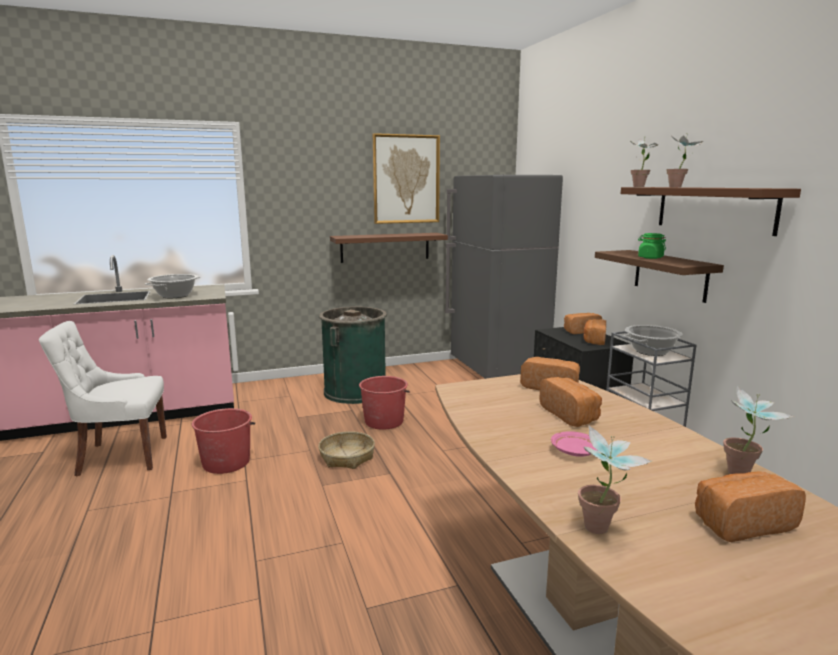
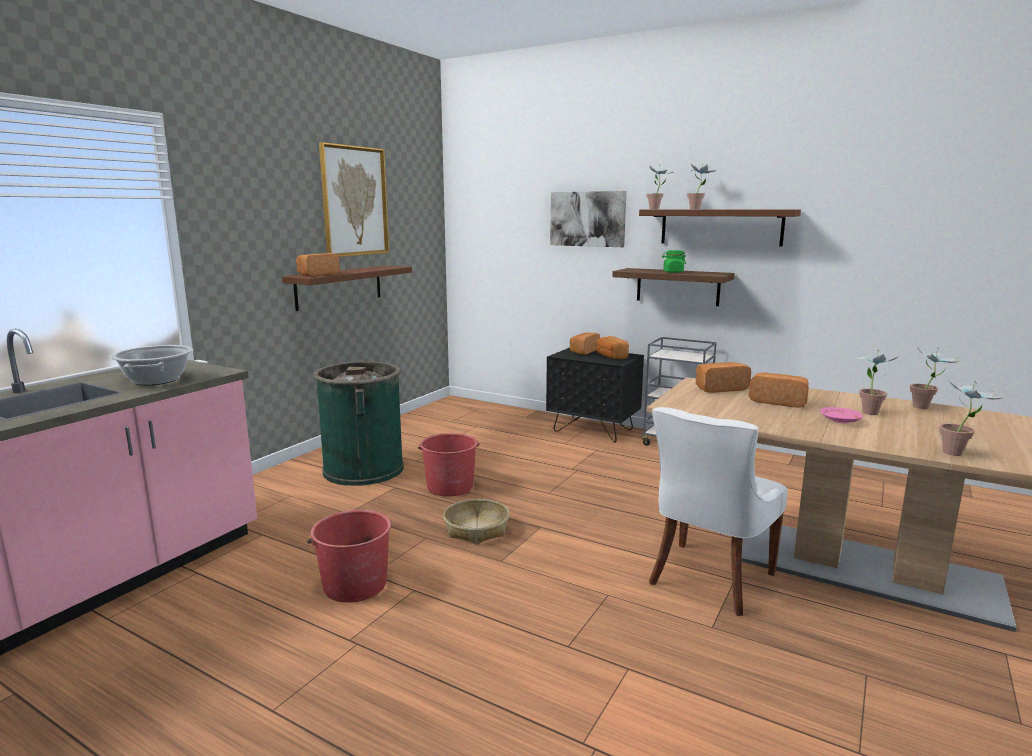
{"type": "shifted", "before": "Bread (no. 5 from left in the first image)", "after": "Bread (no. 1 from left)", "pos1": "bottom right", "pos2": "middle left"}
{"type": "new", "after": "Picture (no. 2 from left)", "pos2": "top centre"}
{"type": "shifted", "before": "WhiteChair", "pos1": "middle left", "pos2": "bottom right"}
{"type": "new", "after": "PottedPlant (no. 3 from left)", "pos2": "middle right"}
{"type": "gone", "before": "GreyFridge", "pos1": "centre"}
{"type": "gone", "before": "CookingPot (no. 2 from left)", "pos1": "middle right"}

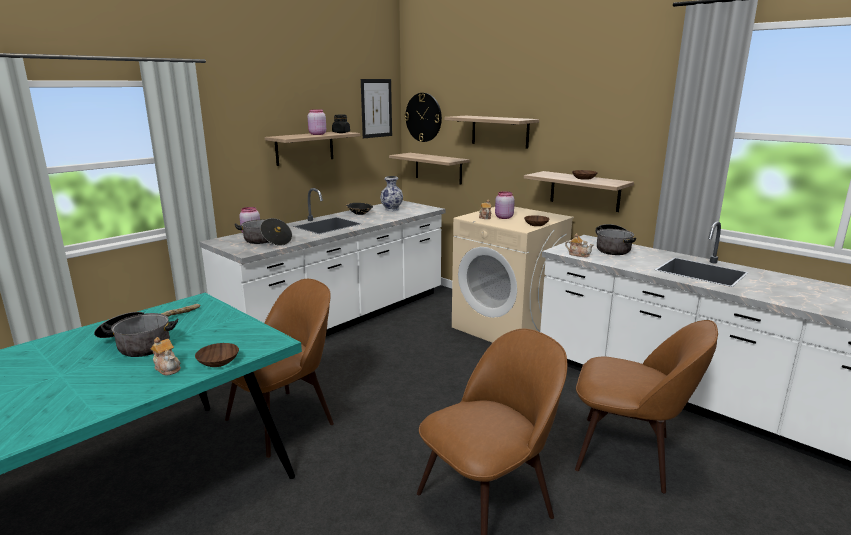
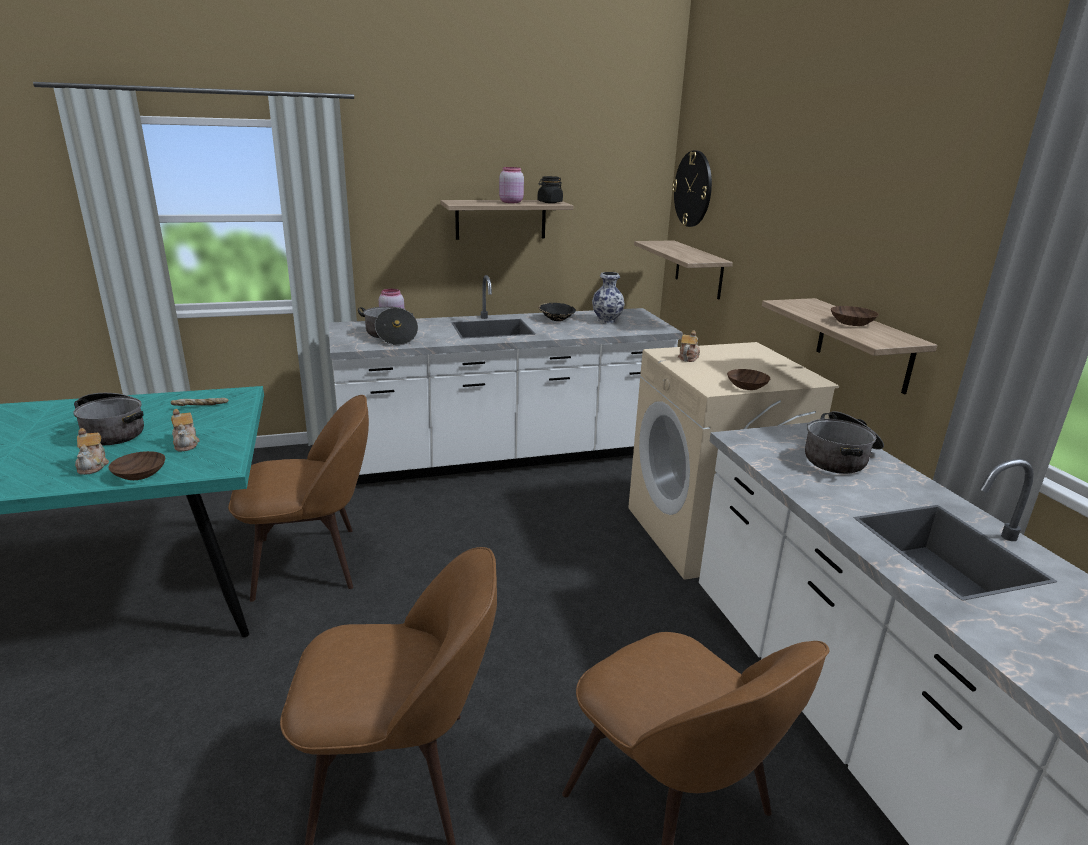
{"type": "shifted", "before": "Teapot (no. 3 from left in the first image)", "after": "Teapot (no. 2 from left)", "pos1": "middle right", "pos2": "middle left"}
{"type": "gone", "before": "Picture", "pos1": "top centre"}
{"type": "gone", "before": "Shelf (no. 3 from left)", "pos1": "top centre"}
{"type": "gone", "before": "PinkJar (no. 3 from left)", "pos1": "centre"}

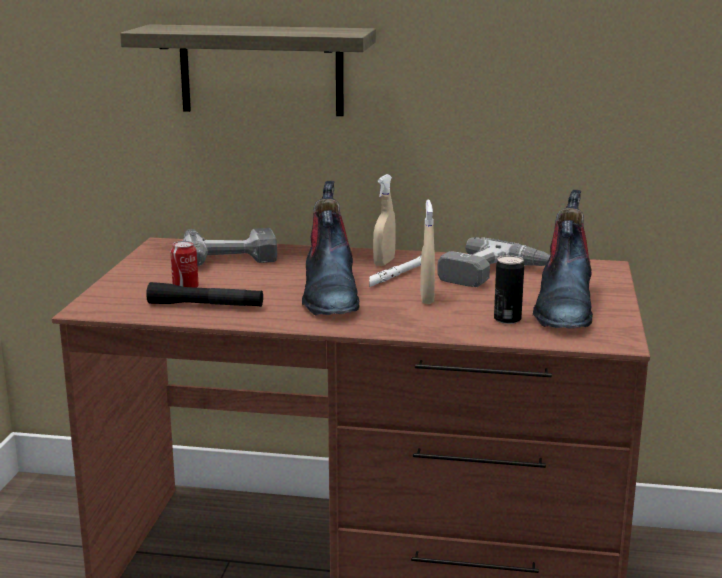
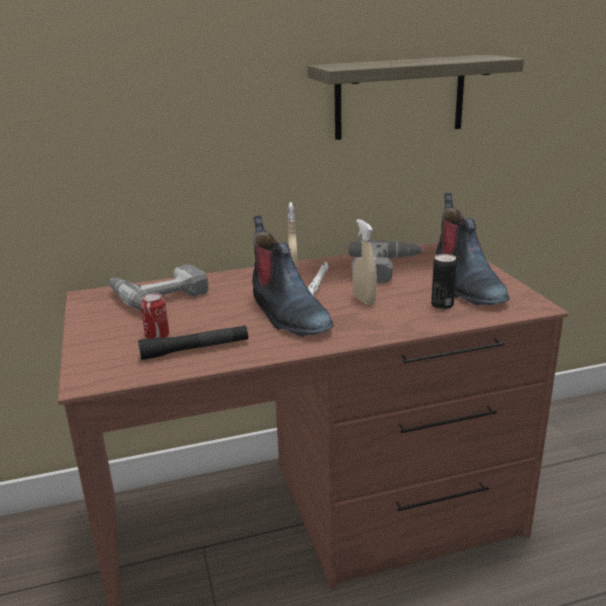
{"type": "shifted", "before": "Shelf", "pos1": "top centre", "pos2": "top right"}

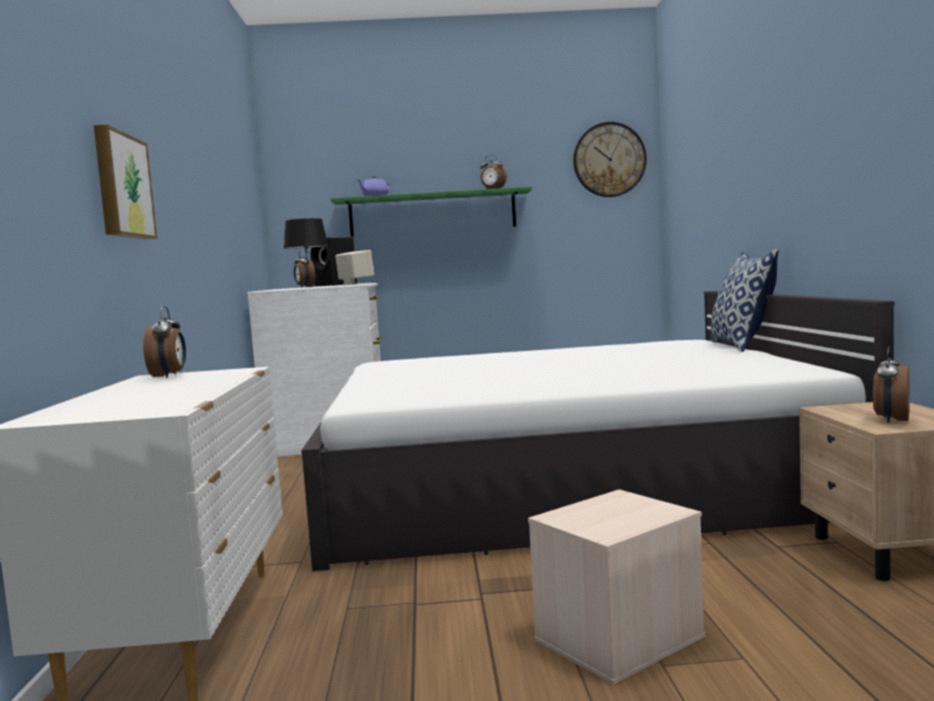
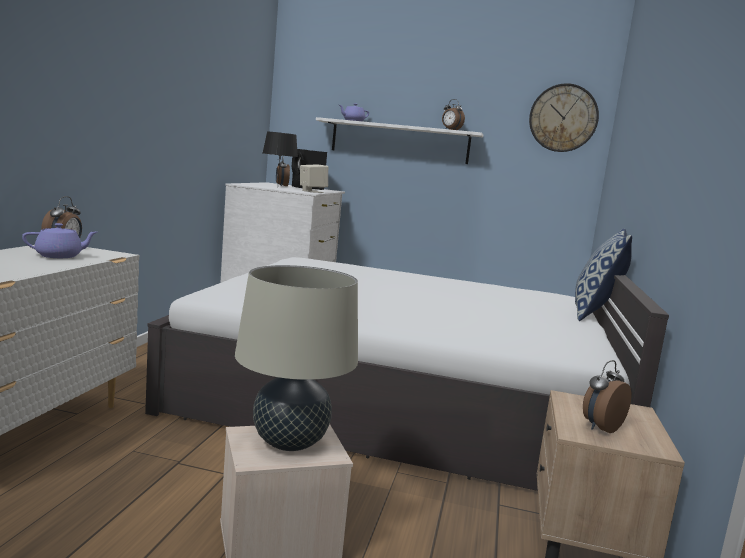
{"type": "new", "after": "PurpleTeapot (no. 1 from left)", "pos2": "middle left"}
{"type": "new", "after": "BeigeTableLamp", "pos2": "centre"}
{"type": "repainted", "before": "GreenShelf", "after": "WhiteShelf", "pos1": "top centre", "pos2": "top centre"}
{"type": "gone", "before": "Picture", "pos1": "top left"}

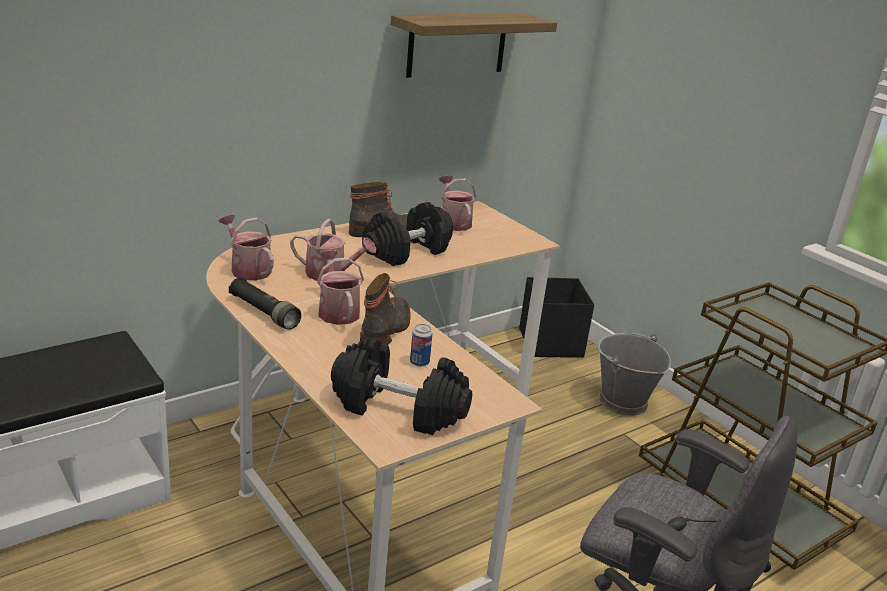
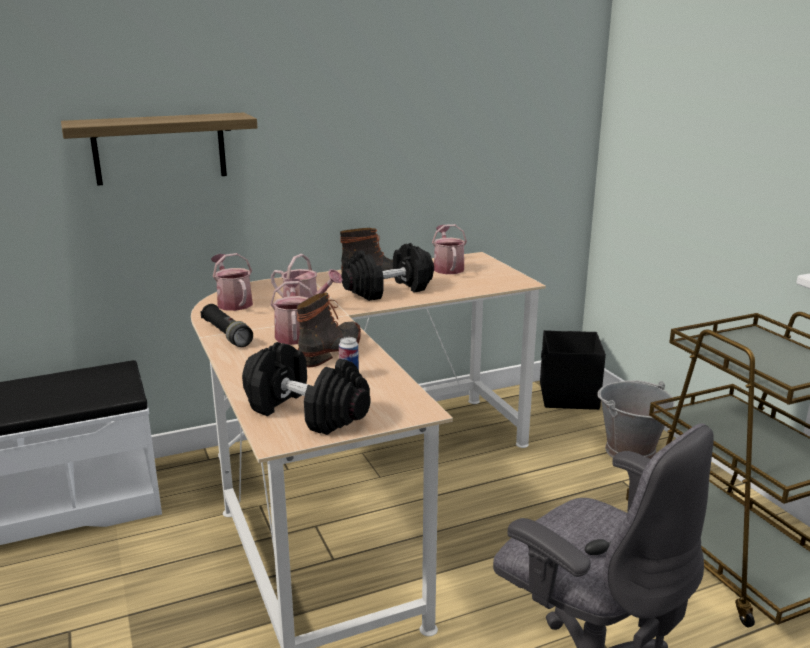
{"type": "shifted", "before": "Shelf", "pos1": "top centre", "pos2": "top left"}

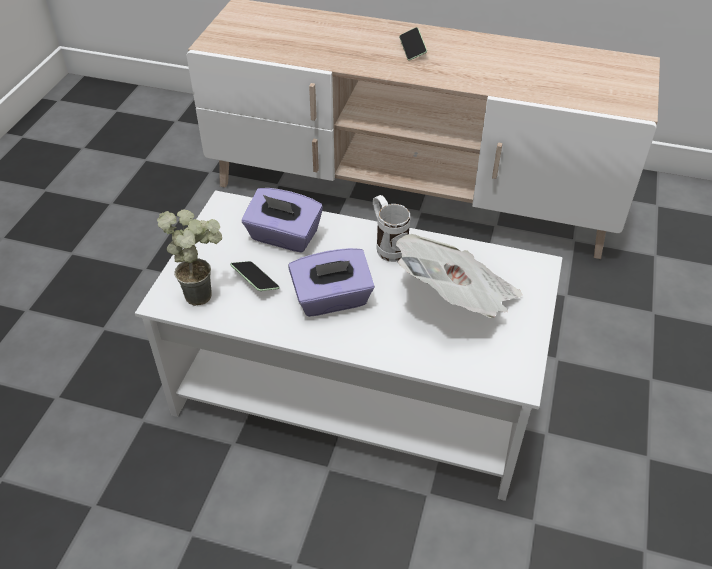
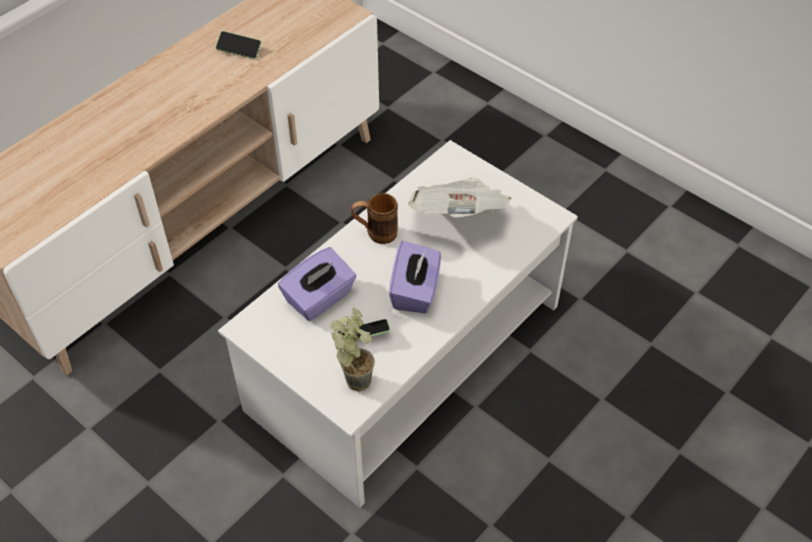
{"type": "shifted", "before": "Phone (no. 2 from left in the first image)", "after": "Phone (no. 1 from left)", "pos1": "top centre", "pos2": "top left"}
{"type": "repainted", "before": "WhiteMug", "after": "BrownMug", "pos1": "centre", "pos2": "centre"}

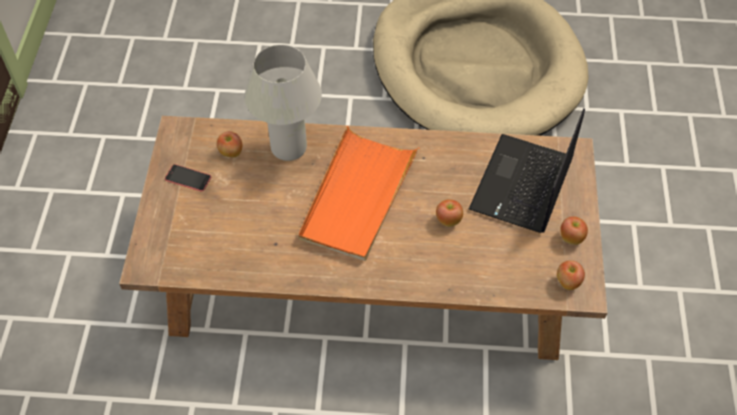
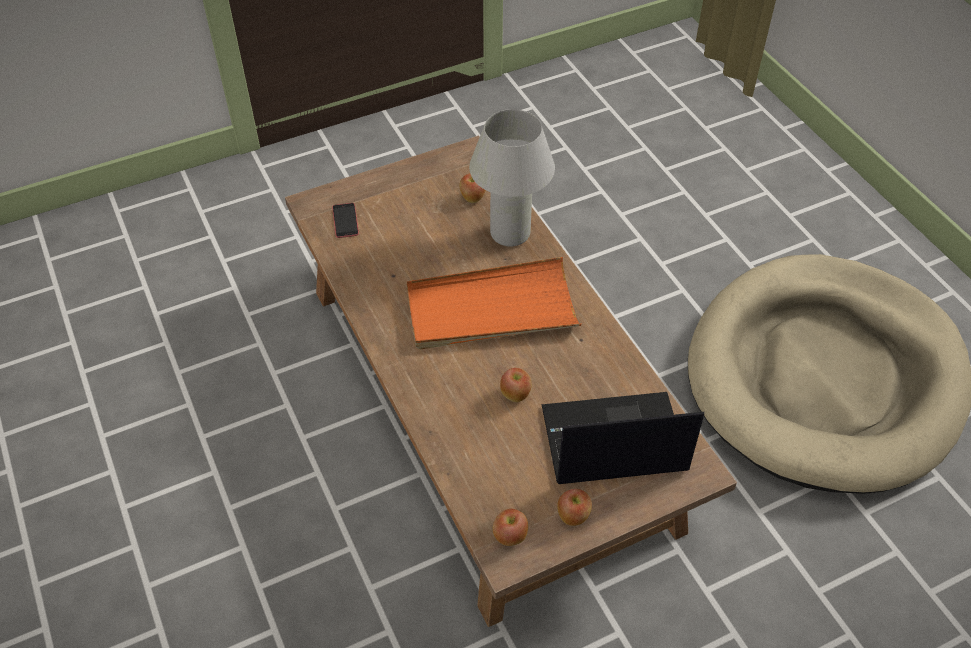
{"type": "shifted", "before": "Phone", "pos1": "middle left", "pos2": "centre"}

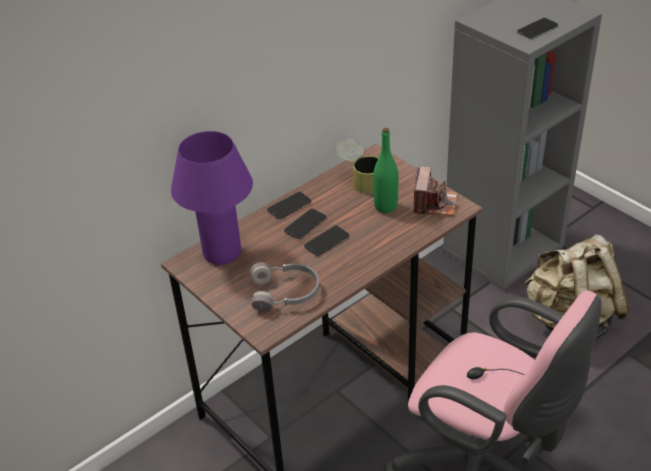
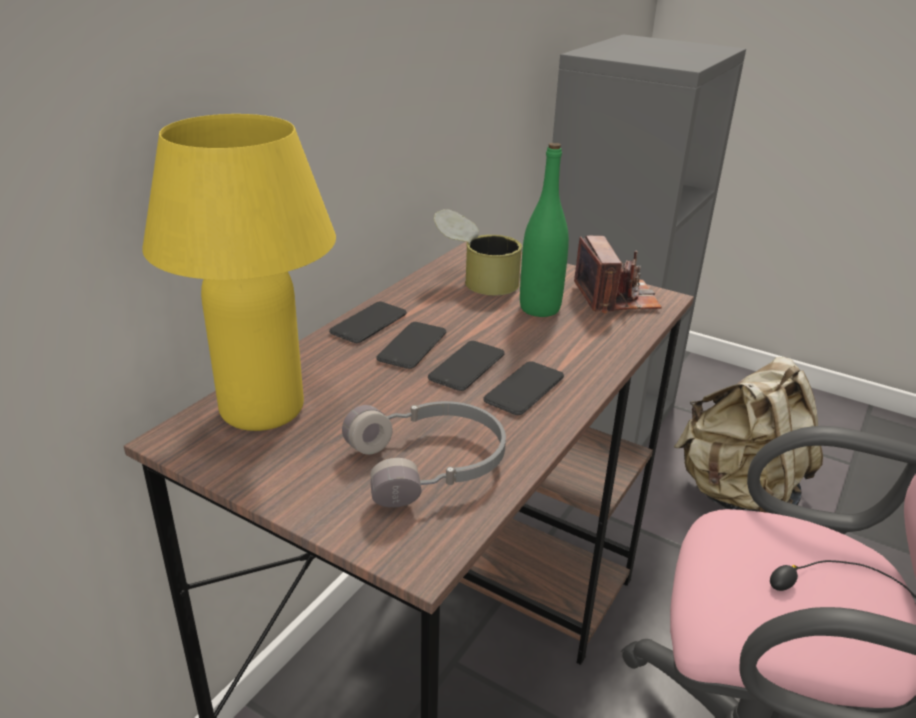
{"type": "repainted", "before": "PurpleTableLamp", "after": "YellowTableLamp", "pos1": "middle left", "pos2": "middle left"}
{"type": "shifted", "before": "Phone (no. 4 from left)", "pos1": "top right", "pos2": "centre"}

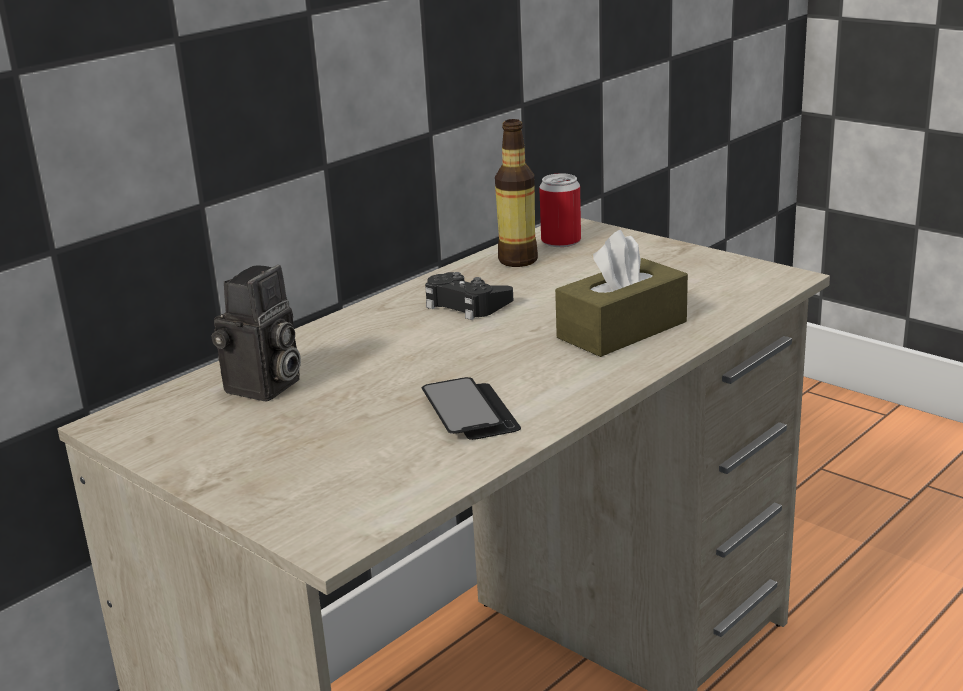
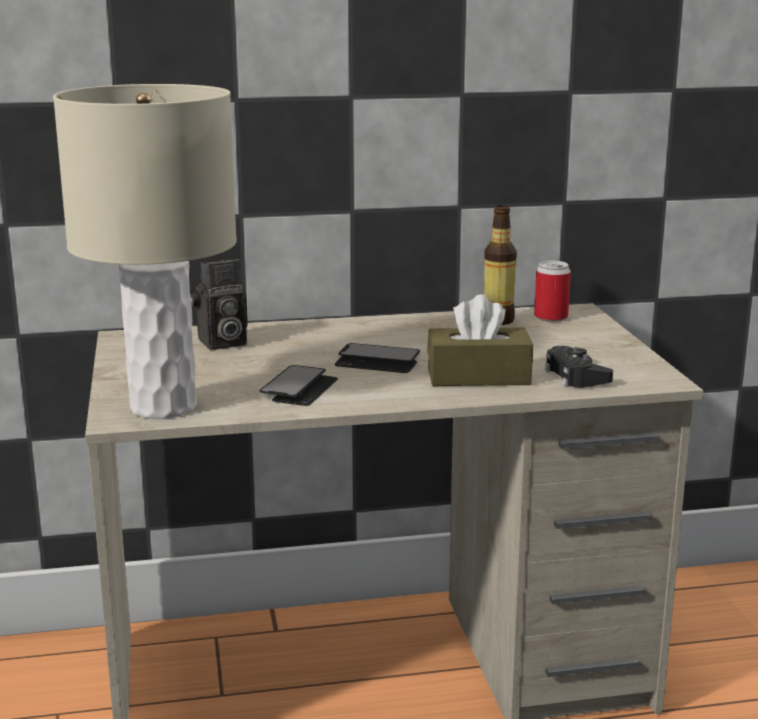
{"type": "new", "after": "BeigeTableLamp", "pos2": "middle left"}
{"type": "new", "after": "Phone (no. 2 from left)", "pos2": "centre"}
{"type": "shifted", "before": "BlackGameController", "pos1": "centre", "pos2": "middle right"}

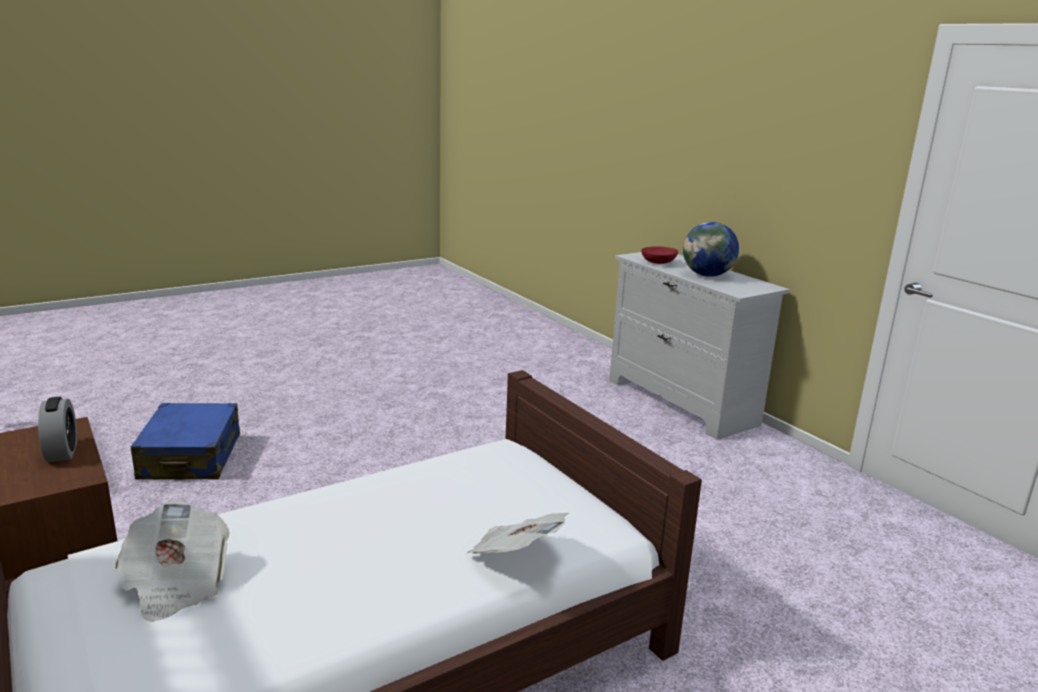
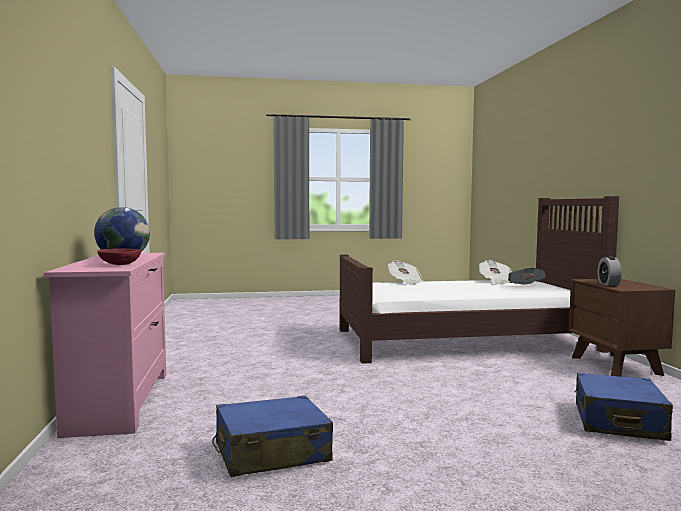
{"type": "repainted", "before": "WhiteDresser", "after": "PinkDresser", "pos1": "middle right", "pos2": "bottom left"}
{"type": "new", "after": "BlueSuitcase (no. 1 from left)", "pos2": "bottom centre"}
{"type": "new", "after": "Newspaper (no. 2 from left)", "pos2": "middle right"}

